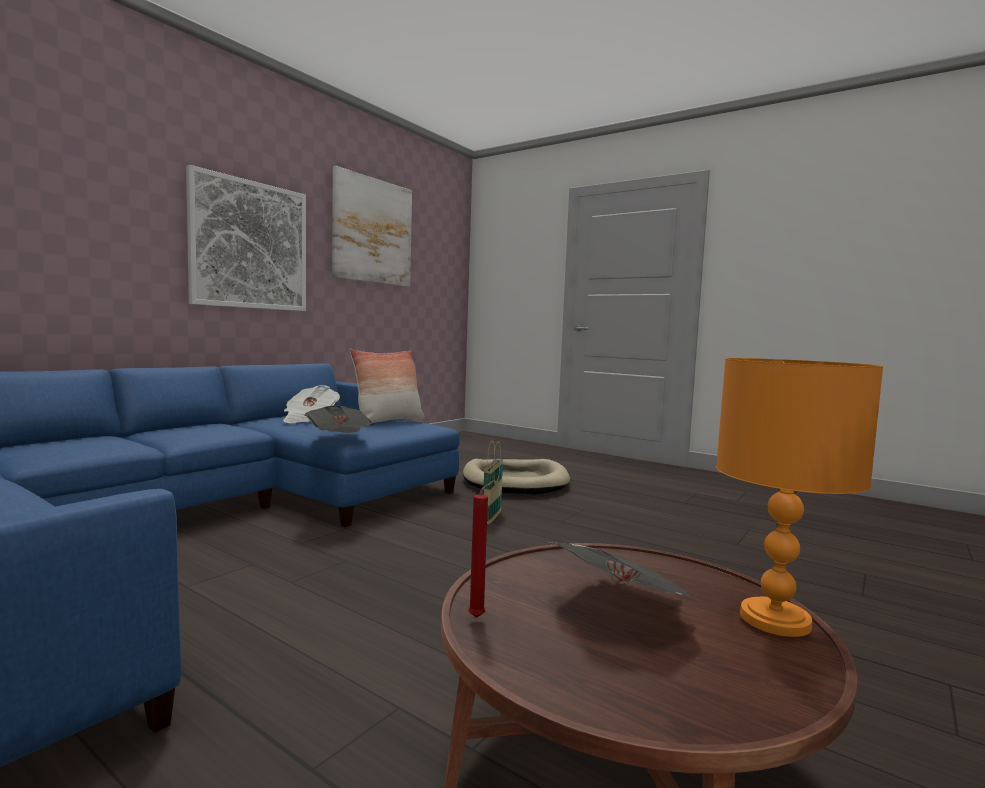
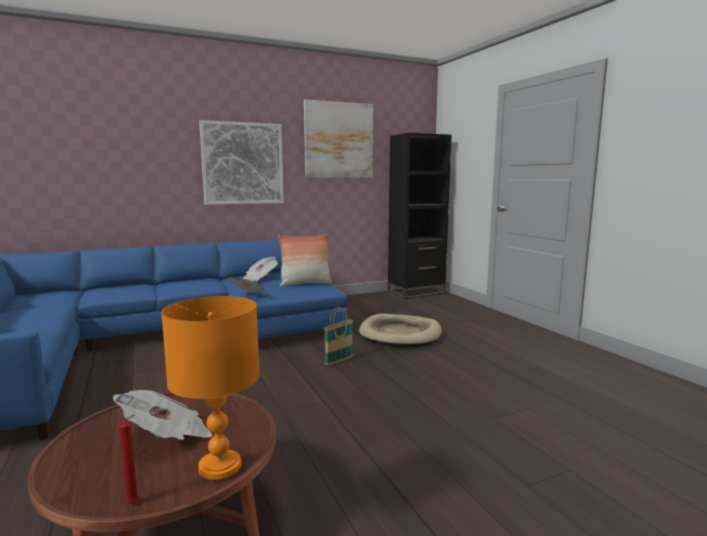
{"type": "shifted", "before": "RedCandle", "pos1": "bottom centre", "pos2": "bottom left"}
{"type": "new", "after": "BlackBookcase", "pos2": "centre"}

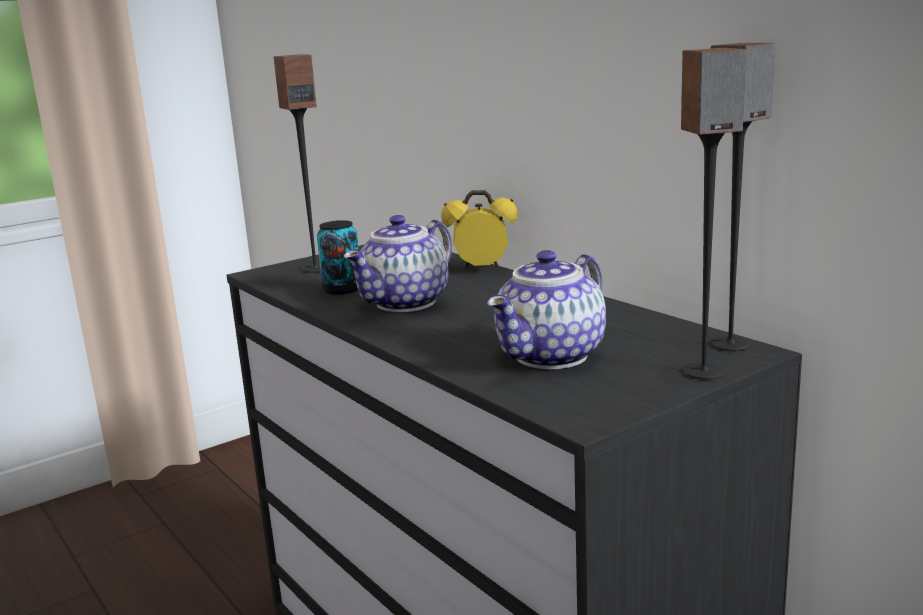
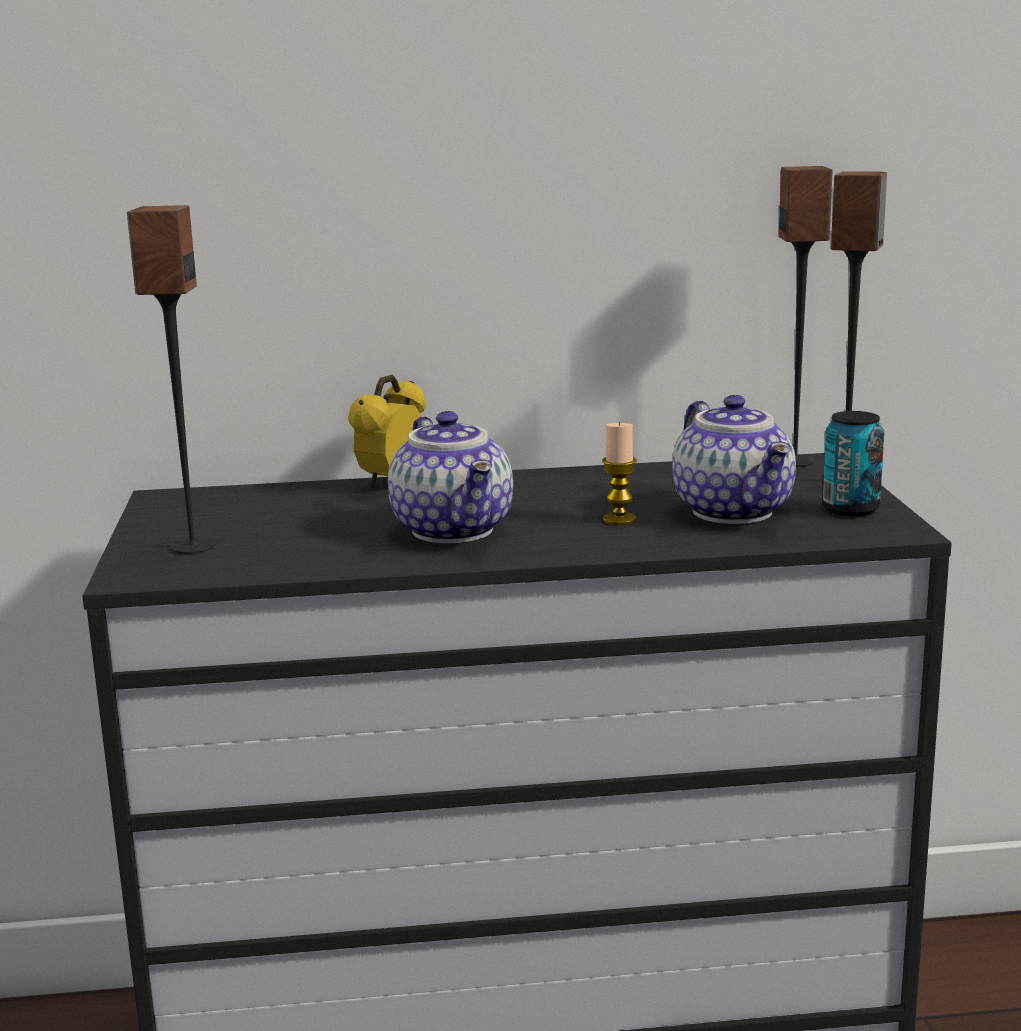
{"type": "new", "after": "Candle", "pos2": "centre"}
{"type": "shifted", "before": "Can", "pos1": "centre", "pos2": "middle right"}

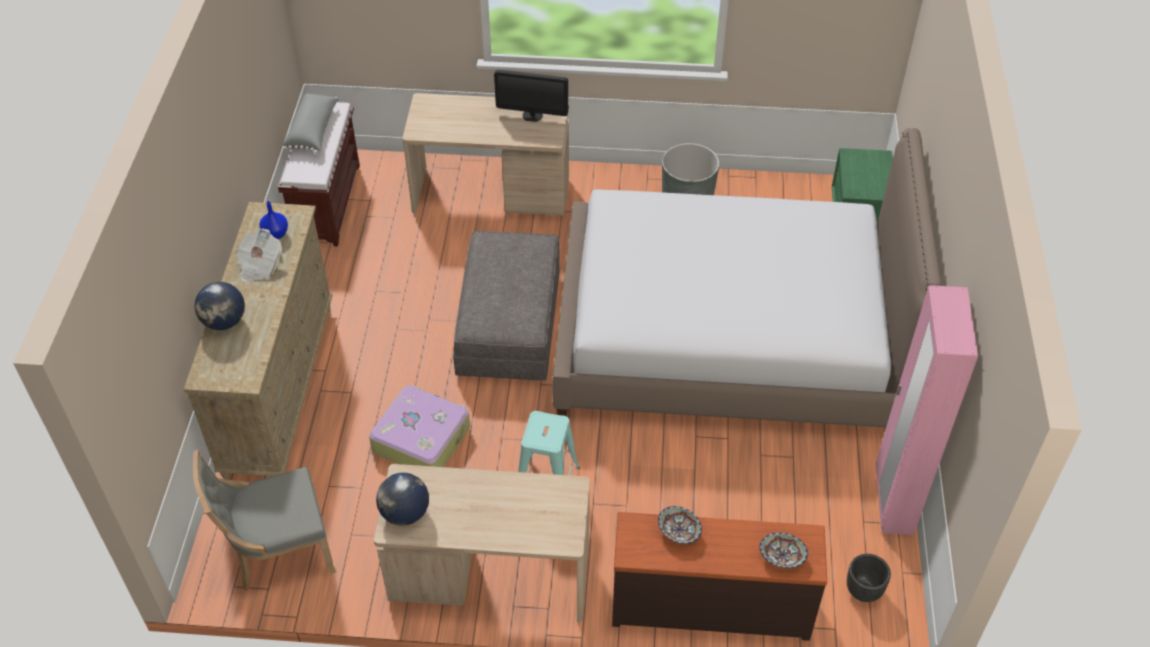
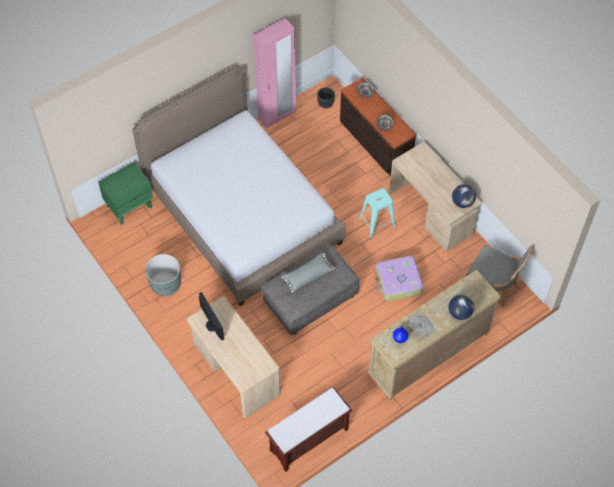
{"type": "shifted", "before": "GreyPillow", "pos1": "top left", "pos2": "centre"}

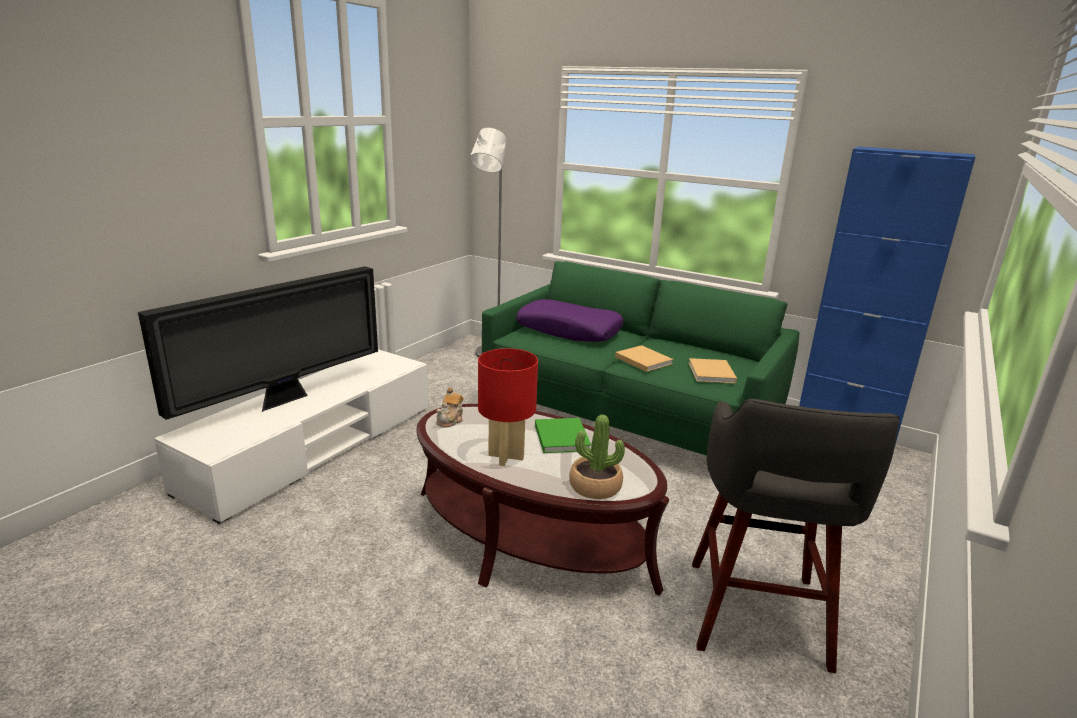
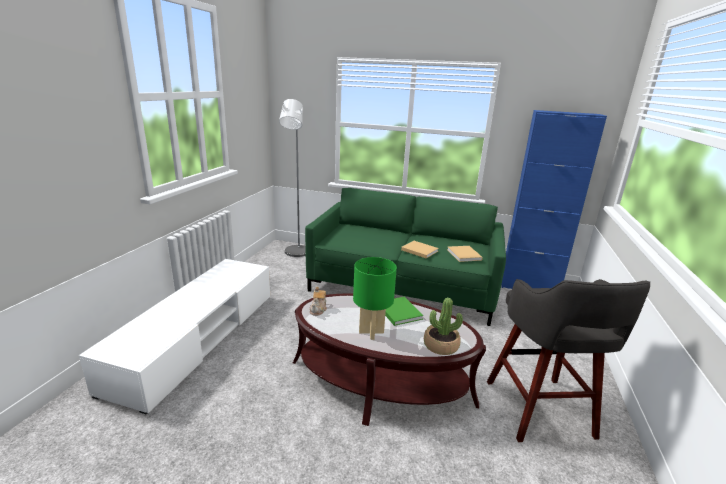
{"type": "repainted", "before": "RedTableLamp", "after": "GreenTableLamp", "pos1": "centre", "pos2": "centre"}
{"type": "gone", "before": "Television", "pos1": "middle left"}
{"type": "gone", "before": "PurplePillow", "pos1": "centre"}

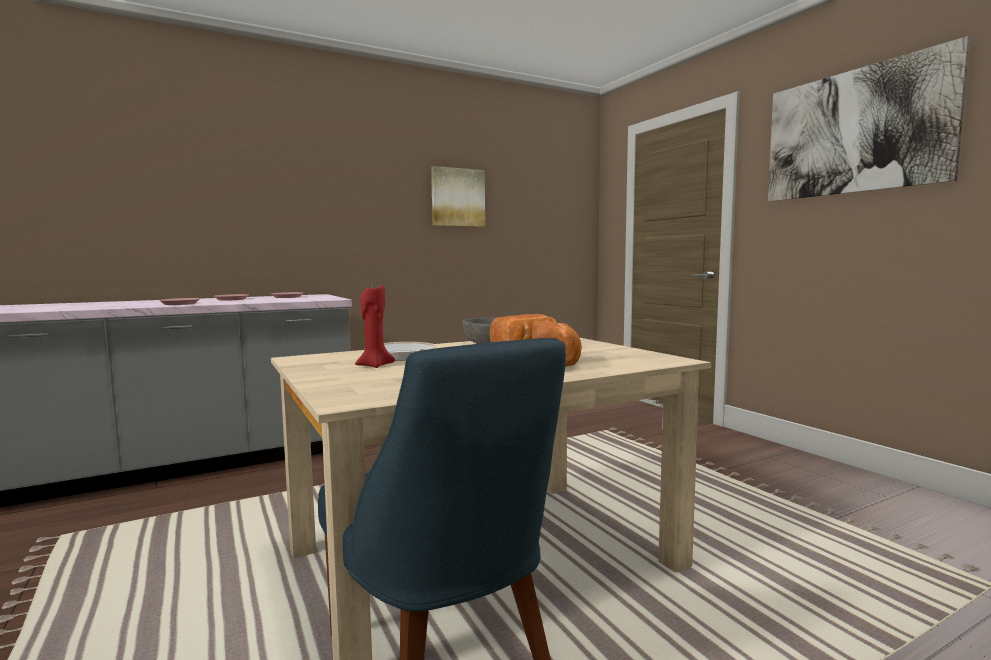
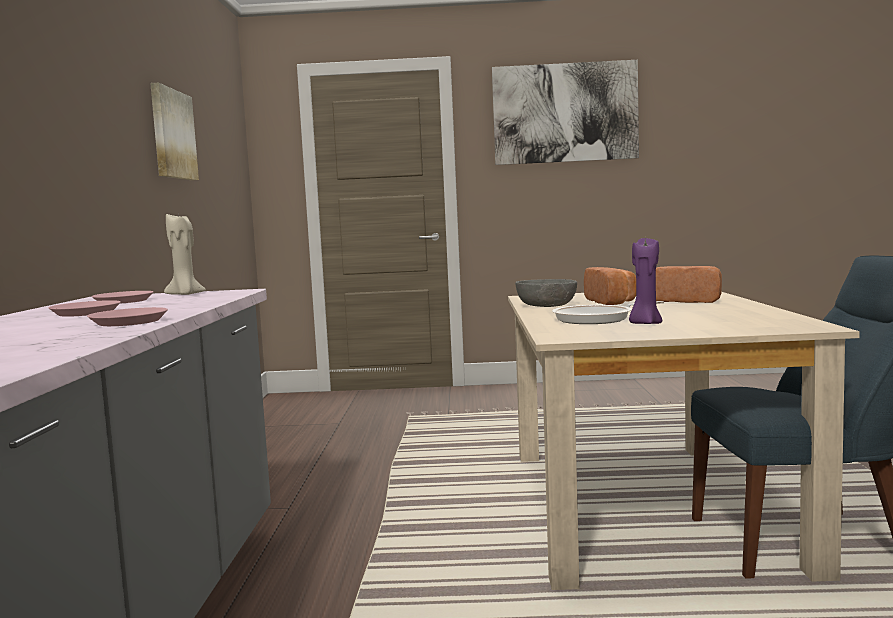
{"type": "new", "after": "BeigeCandle", "pos2": "middle left"}
{"type": "repainted", "before": "RedCandle", "after": "PurpleCandle", "pos1": "centre", "pos2": "middle right"}

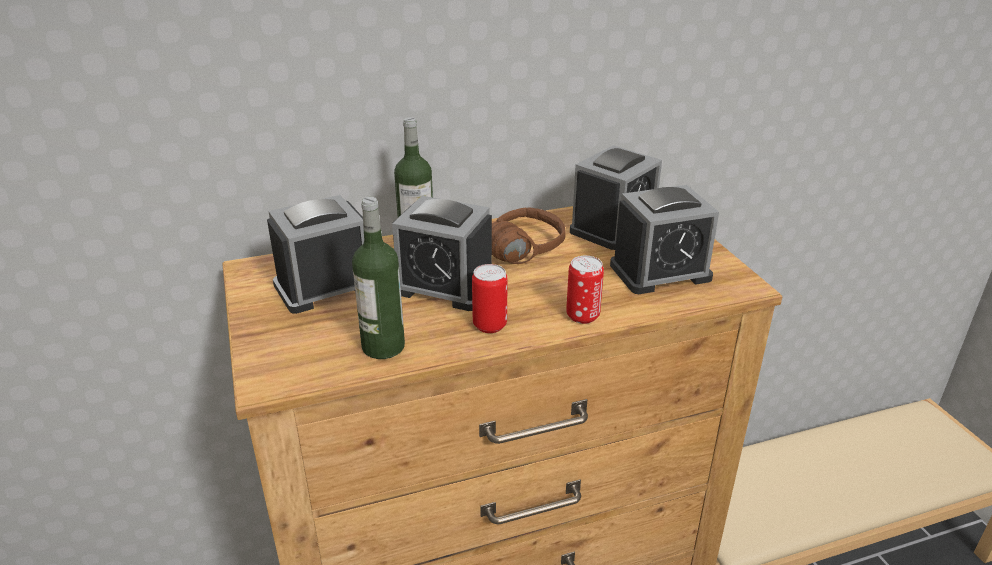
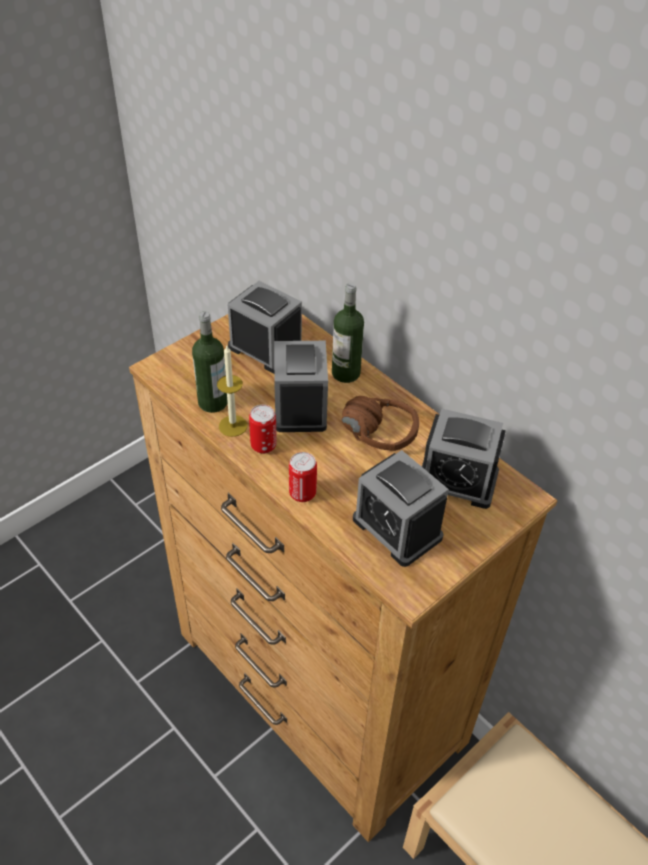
{"type": "new", "after": "Candle", "pos2": "centre"}

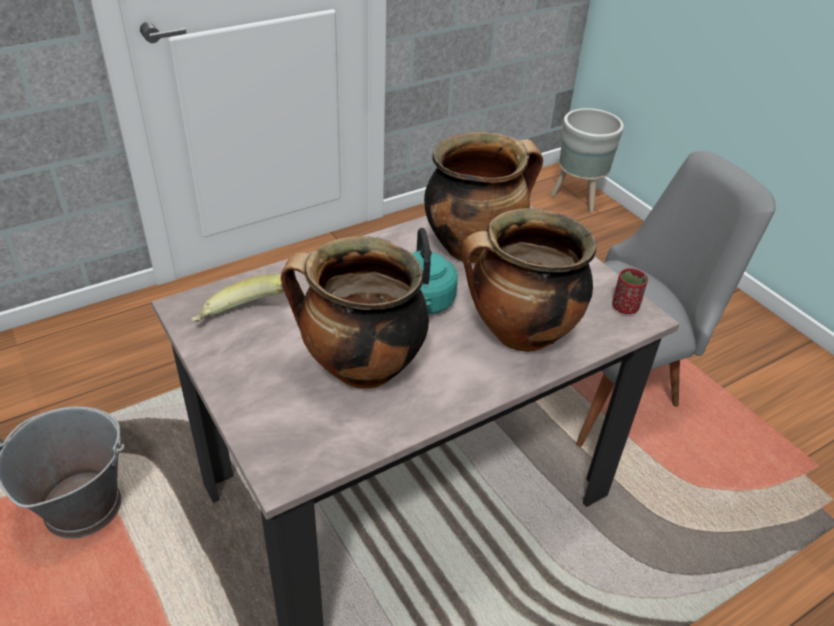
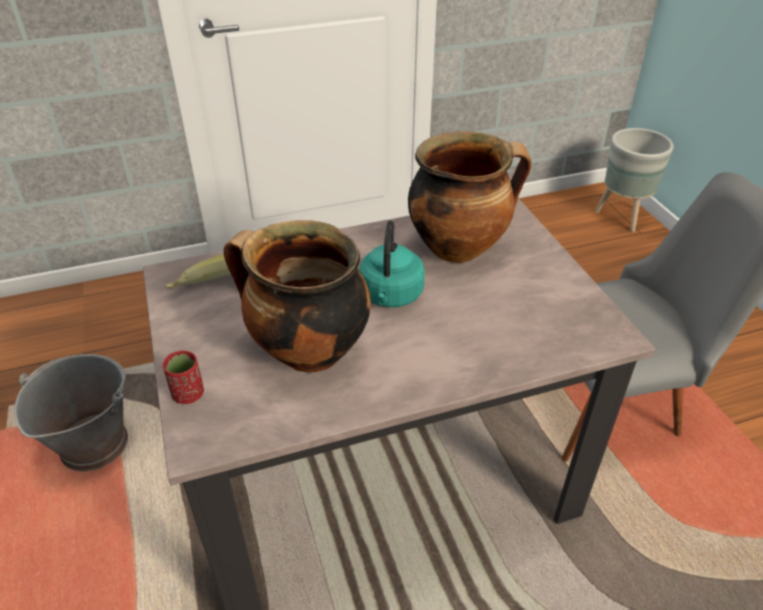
{"type": "shifted", "before": "RedCup", "pos1": "middle right", "pos2": "middle left"}
{"type": "gone", "before": "CookingPot (no. 3 from left)", "pos1": "centre"}

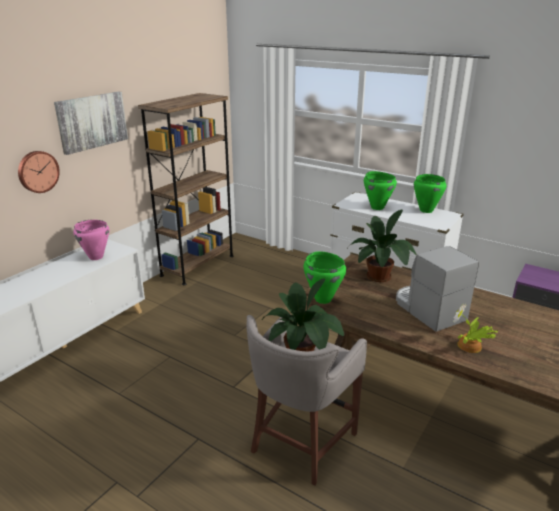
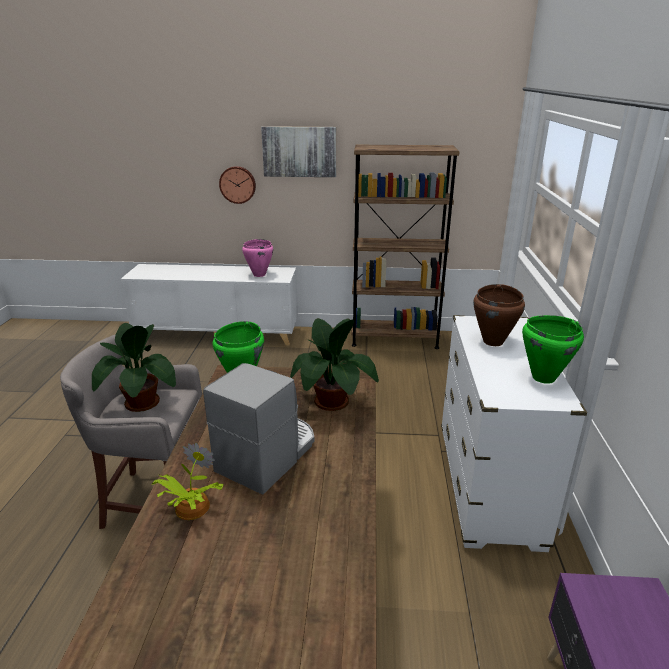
{"type": "repainted", "before": "GreenCookingPot (no. 2 from left)", "after": "BrownCookingPot", "pos1": "middle right", "pos2": "middle right"}

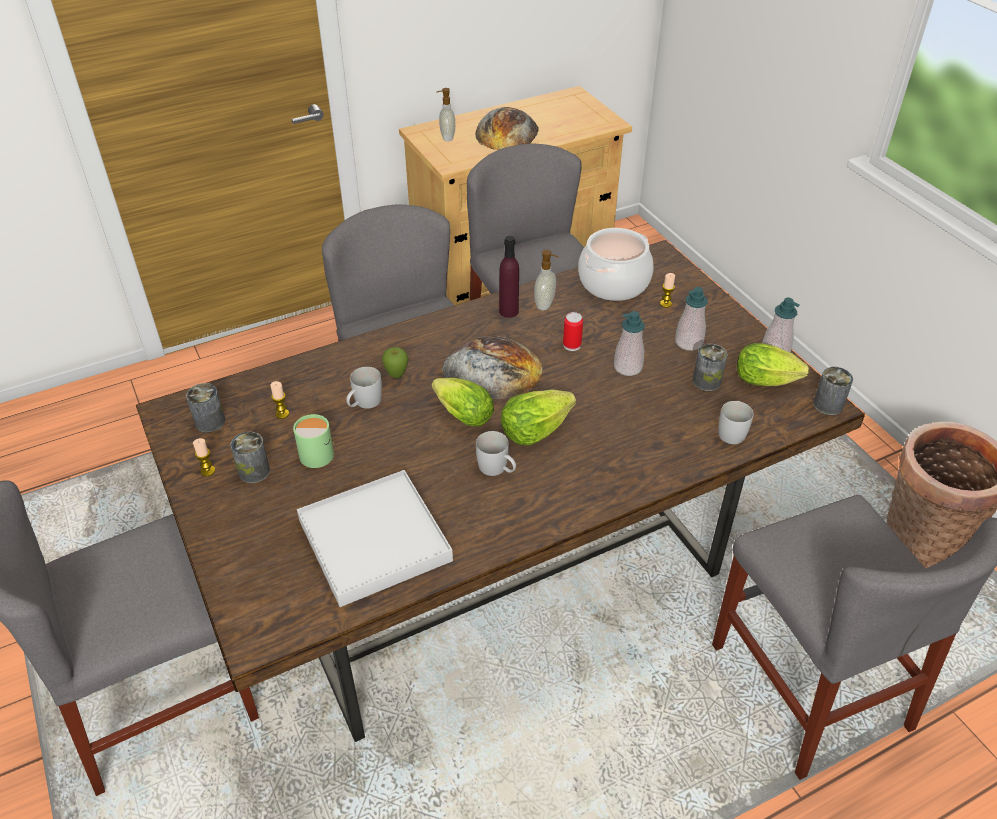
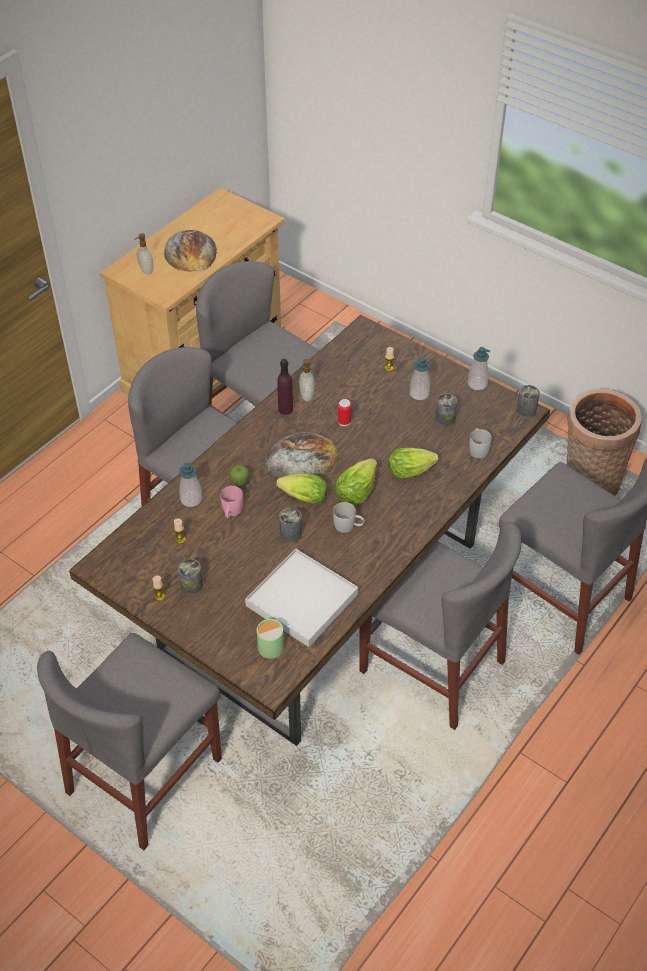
{"type": "shifted", "before": "SoapDispenser (no. 3 from left in the first image)", "after": "SoapDispenser (no. 2 from left)", "pos1": "centre", "pos2": "middle left"}
{"type": "repainted", "before": "WhiteMug (no. 1 from left)", "after": "PinkMug", "pos1": "centre", "pos2": "centre"}
{"type": "shifted", "before": "GreenMug", "pos1": "middle left", "pos2": "centre"}
{"type": "shifted", "before": "Can (no. 1 from left in the first image)", "after": "Can (no. 2 from left)", "pos1": "middle left", "pos2": "centre"}
{"type": "new", "after": "GreyChair (no. 4 from left)", "pos2": "middle right"}
{"type": "shifted", "before": "Lettuce (no. 3 from left)", "pos1": "middle right", "pos2": "centre"}
{"type": "gone", "before": "CookingPot", "pos1": "top centre"}

